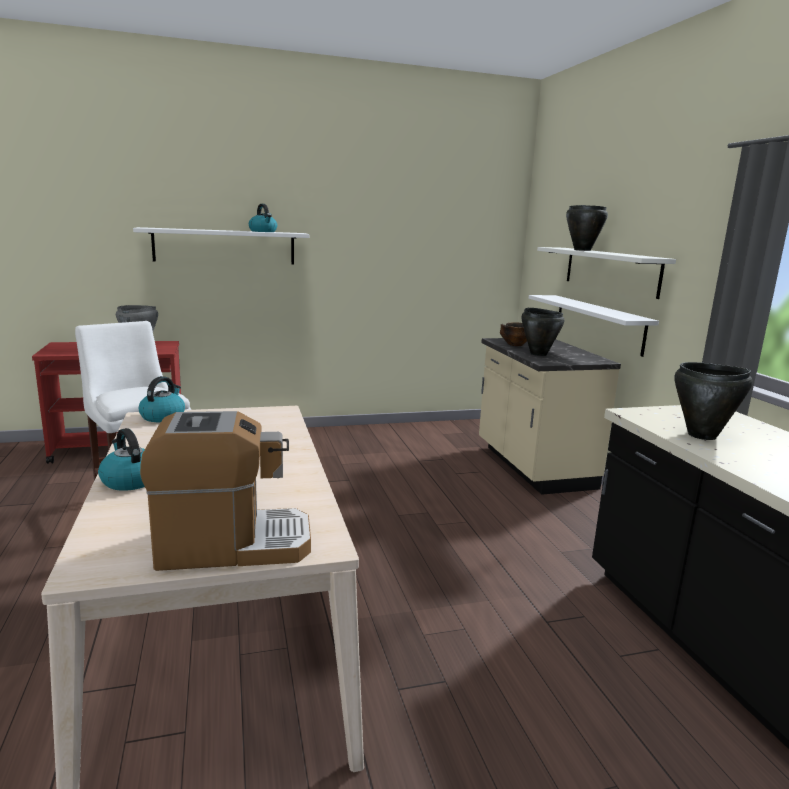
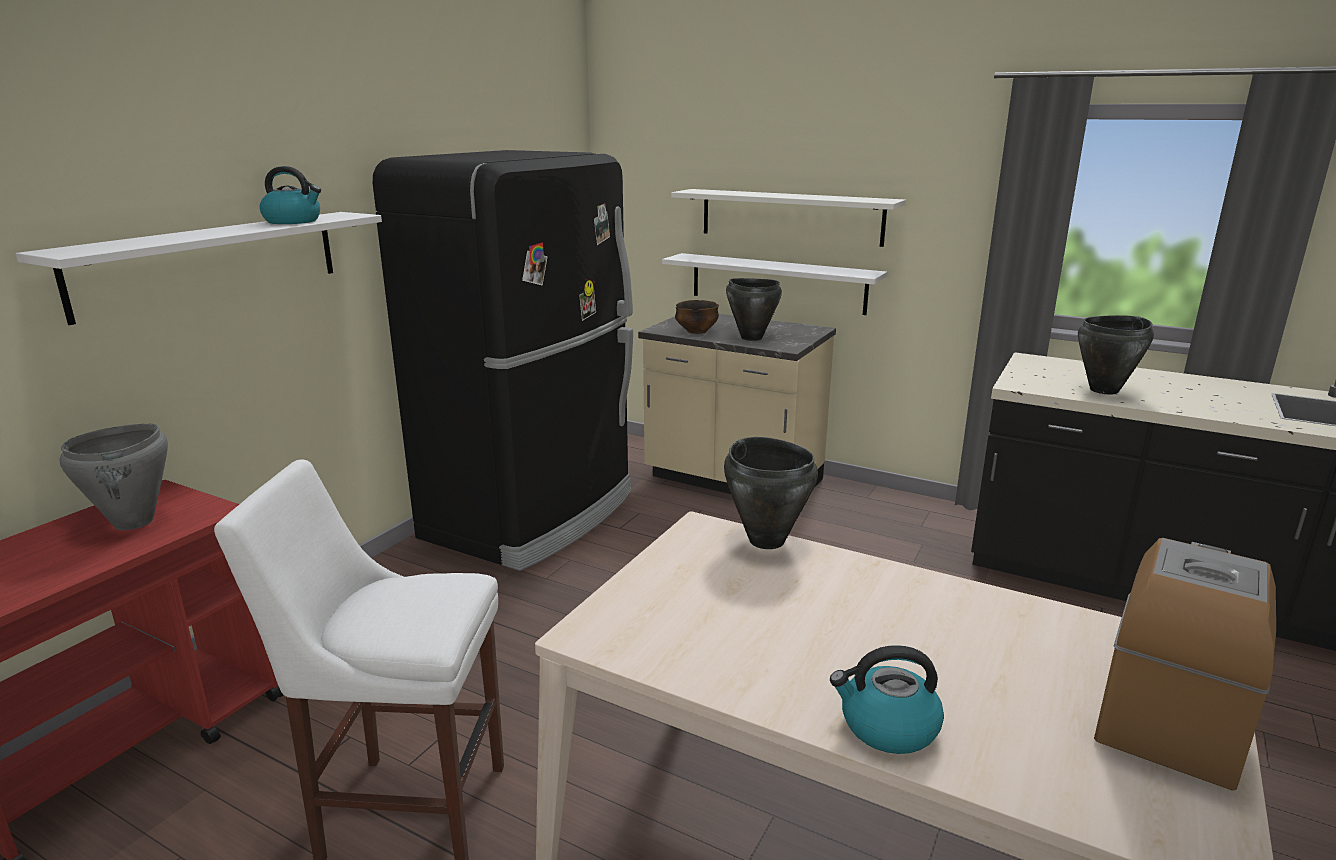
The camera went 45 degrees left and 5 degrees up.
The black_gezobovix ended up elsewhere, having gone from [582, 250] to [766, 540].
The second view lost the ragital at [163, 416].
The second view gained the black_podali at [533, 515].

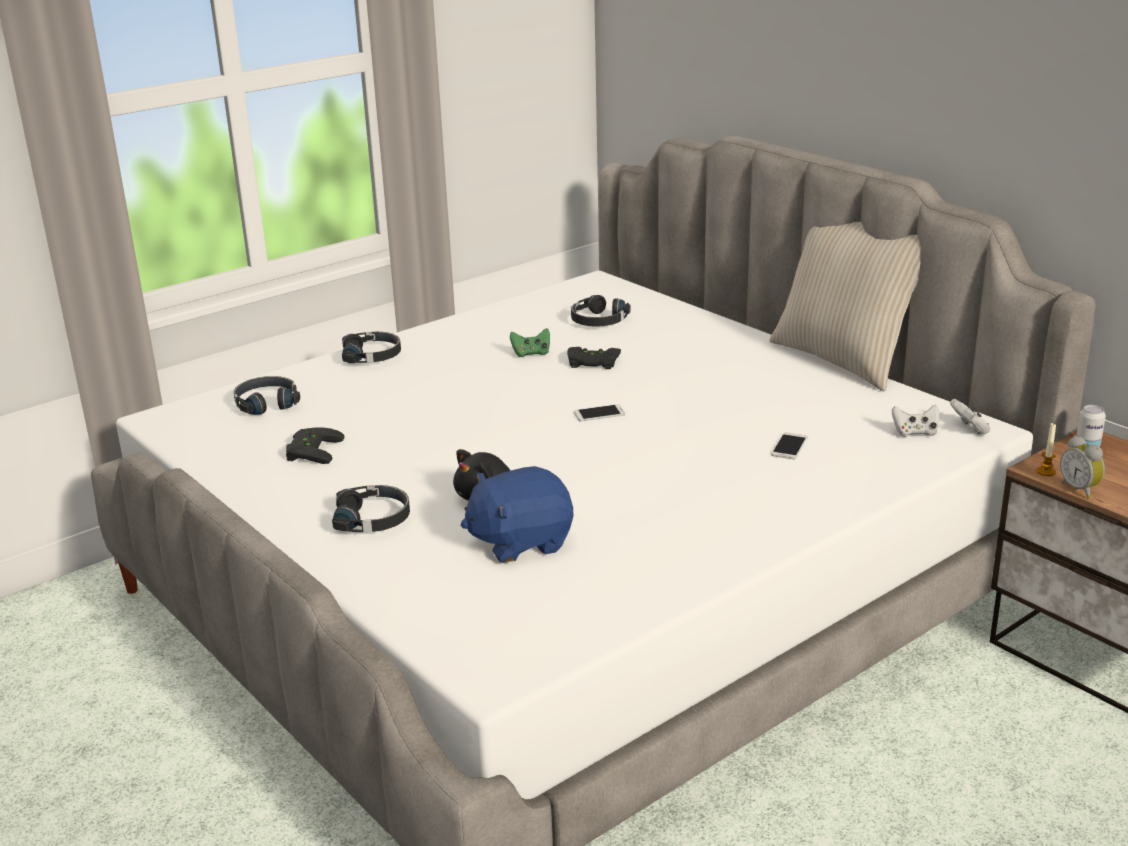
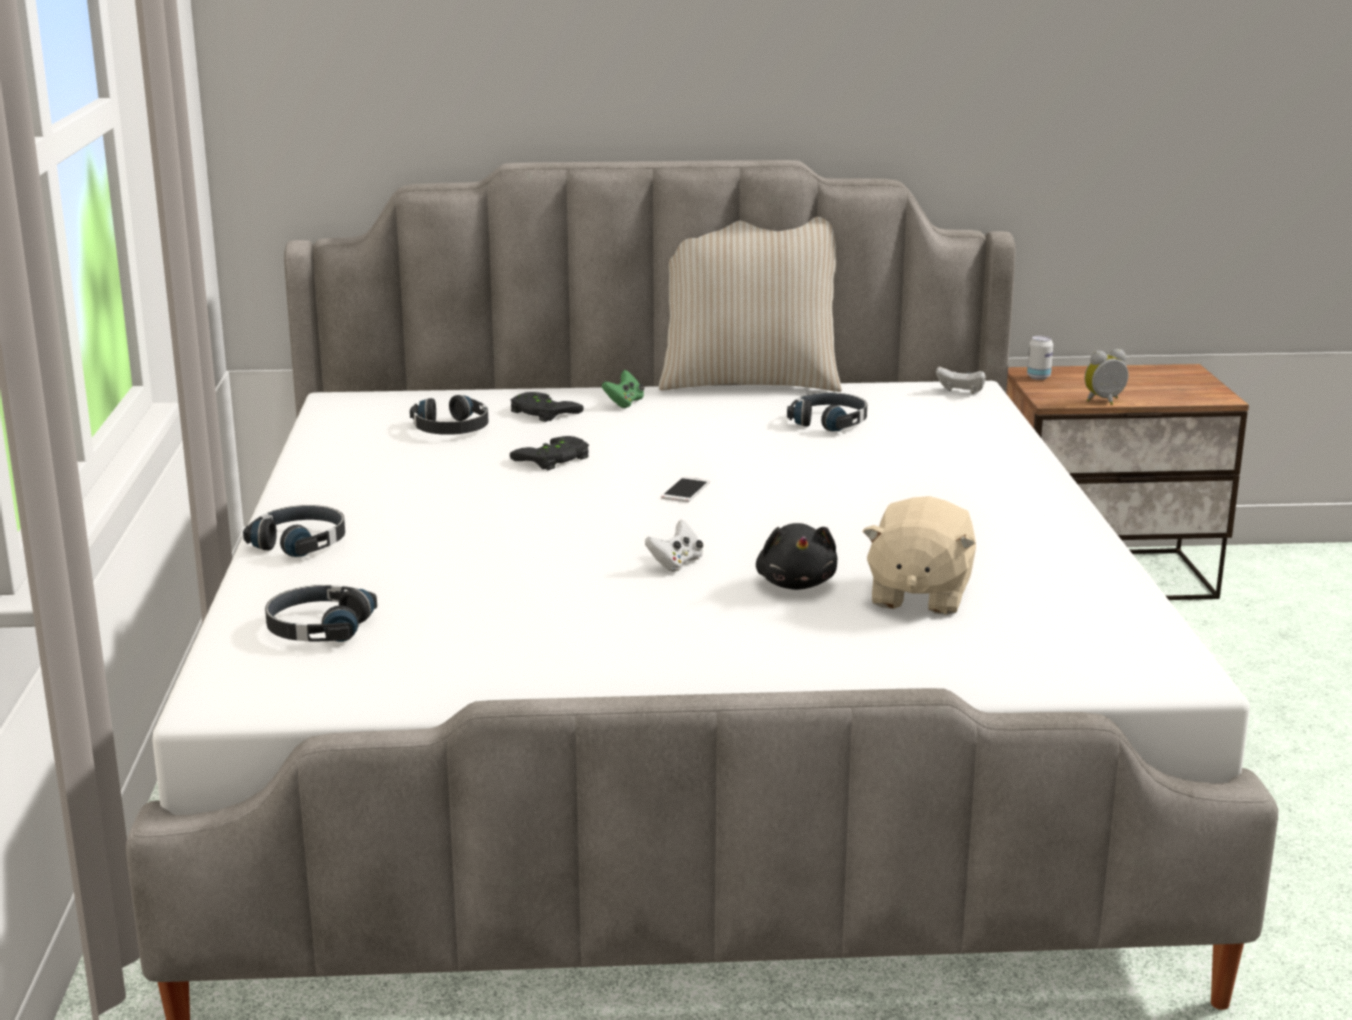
The camera went 55 degrees left and 5 degrees down.
The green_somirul ended up elsewhere, having gone from [531, 353] to [624, 403].
The white_somirul ended up elsewhere, having gone from [915, 433] to [676, 563].
The second view lost the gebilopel at [1046, 471].
The black_somirul ended up elsewhere, having gone from [310, 450] to [541, 412].
The second view lost the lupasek at [789, 446].
The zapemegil at [1080, 489] ended up facing another way, 150 degrees clockwise from before.
What was the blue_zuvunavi at [520, 542] turned into the beige_zuvunavi at [918, 595].
The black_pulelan ended up elsewhere, having gone from [373, 519] to [830, 421].

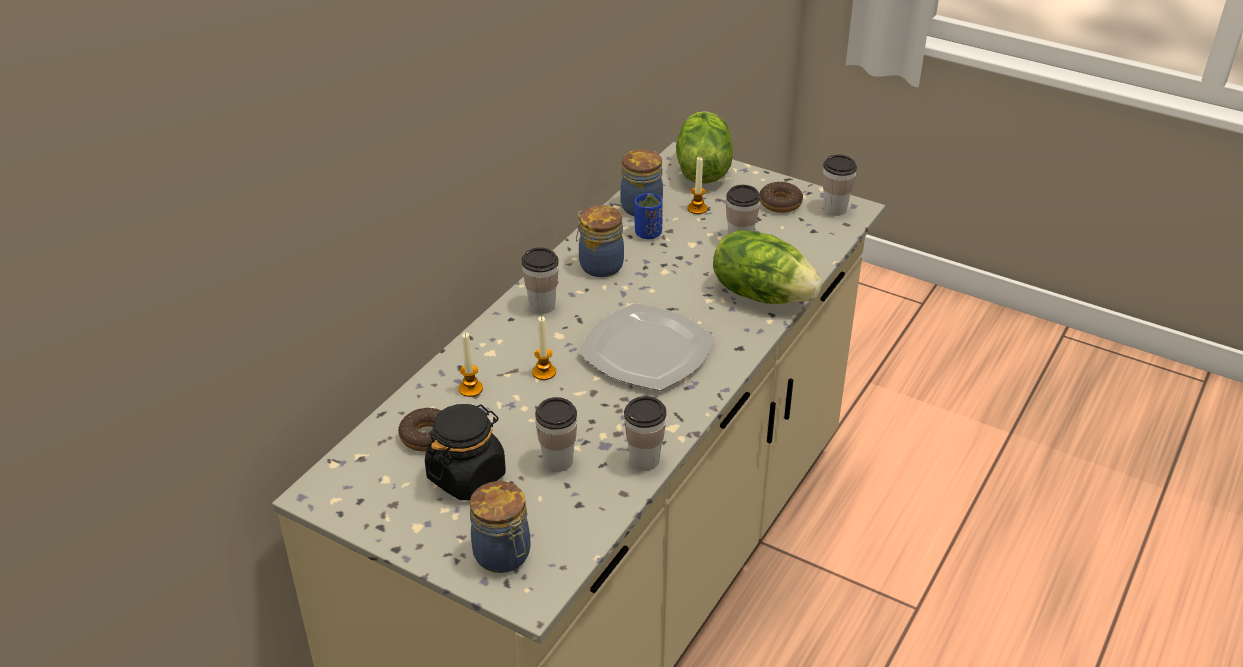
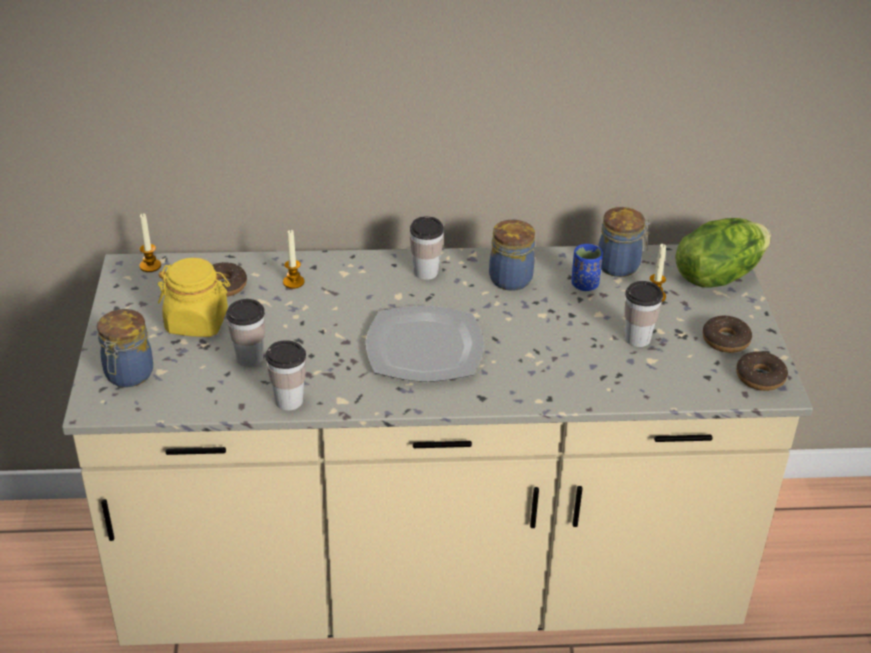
The camera went 55 degrees right and 0 degrees up.
Where the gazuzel stood at [834, 209], the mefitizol came to stand at [760, 377].
The second view lost the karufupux at [762, 294].
The gebilopel ended up elsewhere, having gone from [544, 372] to [150, 266].
What was the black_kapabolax at [467, 476] turned into the yellow_kapabolax at [197, 322].

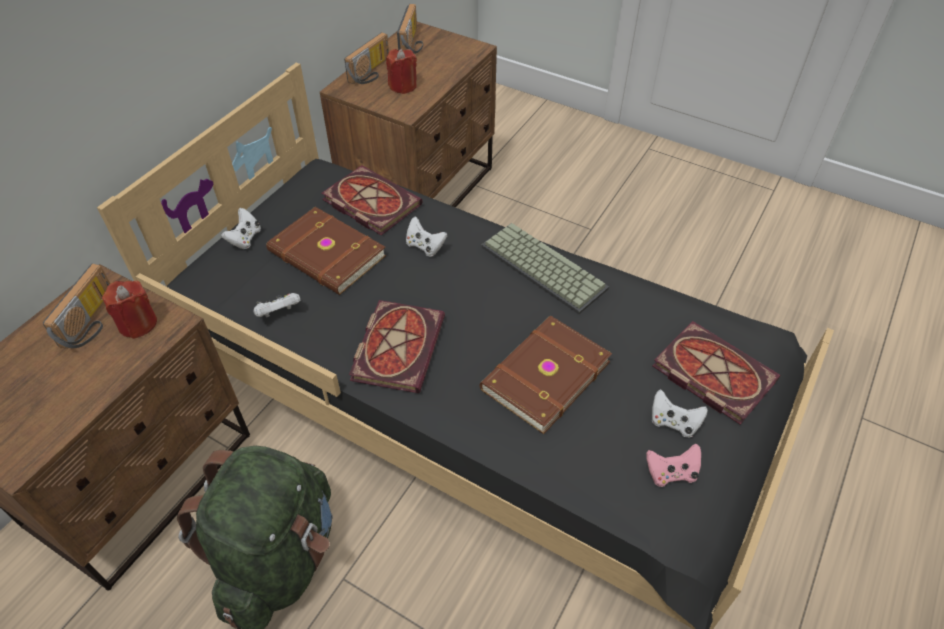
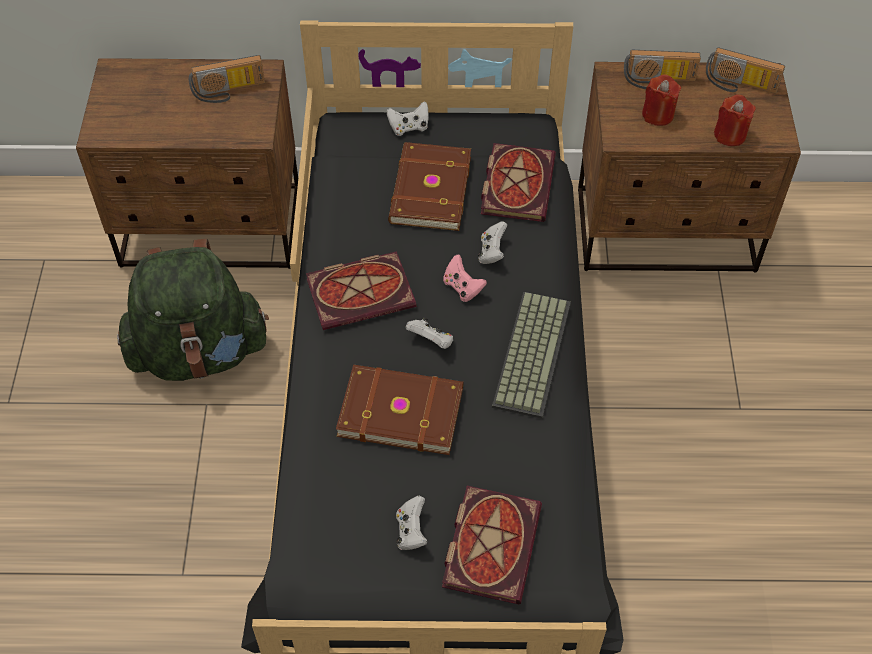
The camera went 60 degrees right and 5 degrees up.
The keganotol at [413, 42] ended up facing another way, 45 degrees clockwise from before.
The red_gebilopel ended up elsewhere, having gone from [138, 323] to [730, 135].
The white_somirul ended up elsewhere, having gone from [279, 313] to [431, 341].
The pink_somirul ended up elsewhere, having gone from [671, 473] to [462, 287].

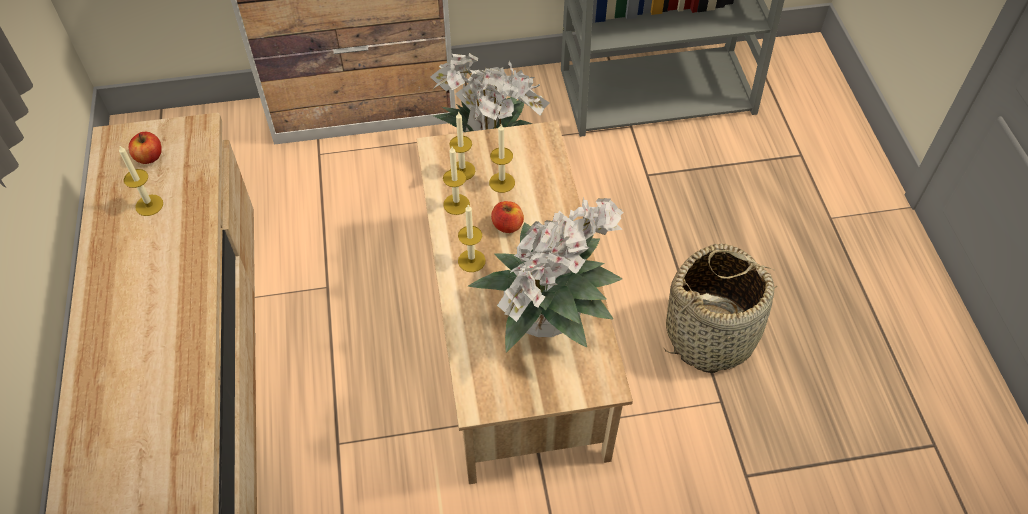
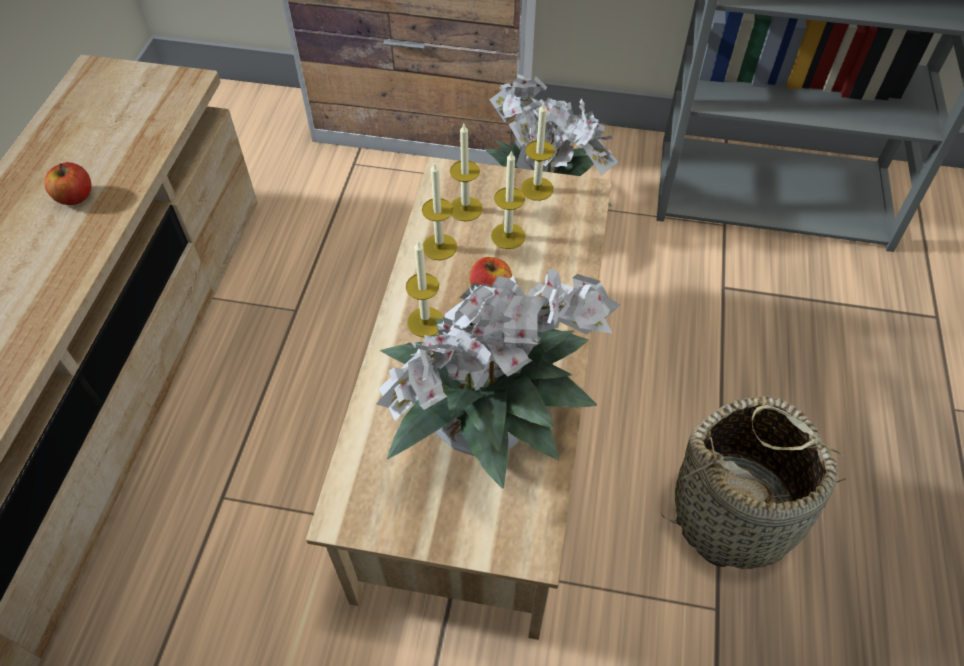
The camera went 20 degrees right and 0 degrees up.
The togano ended up elsewhere, having gone from [149, 157] to [75, 197].
The gebilopel ended up elsewhere, having gone from [149, 205] to [537, 188].

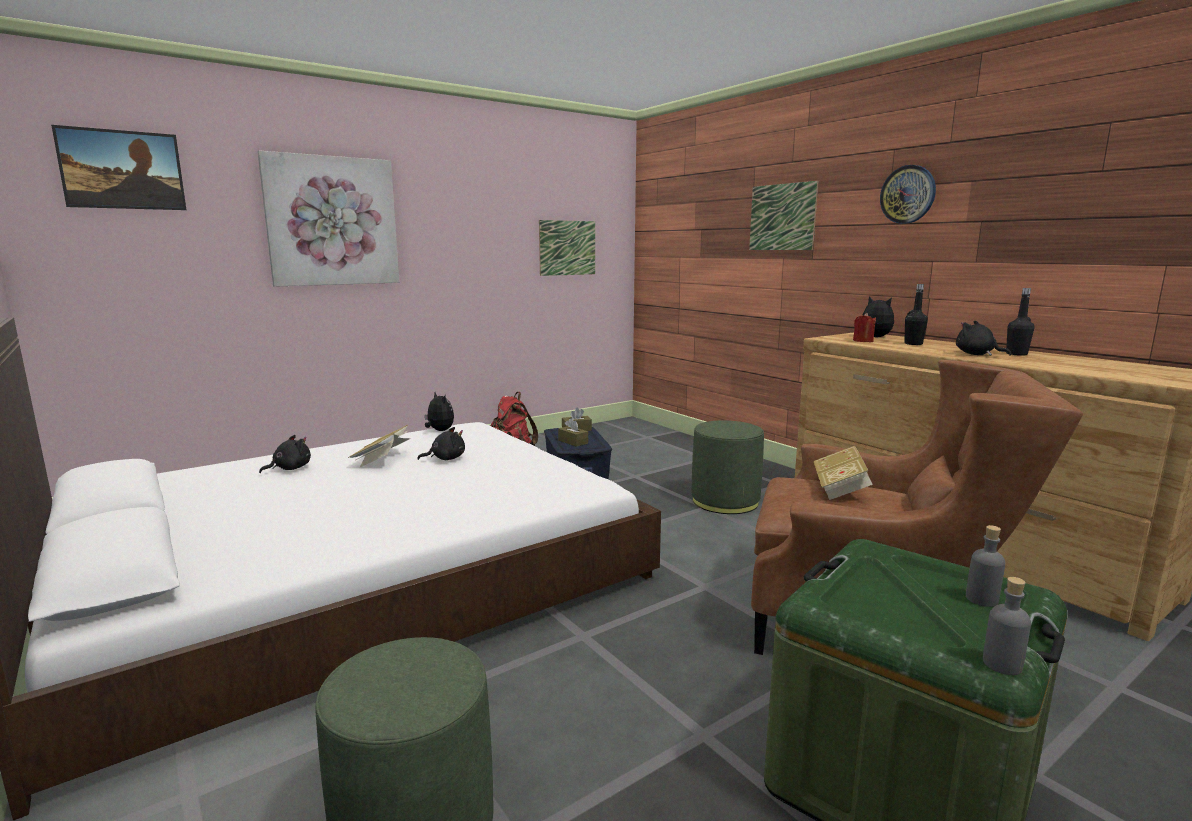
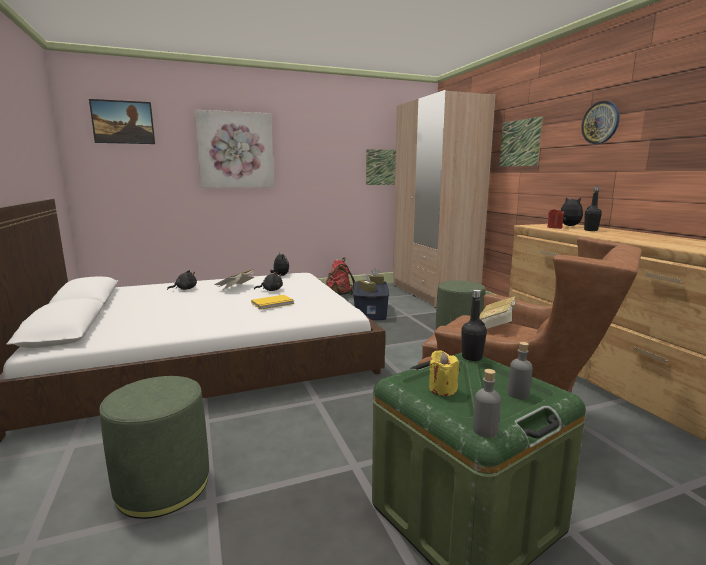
The camera went 15 degrees right and 0 degrees up.
The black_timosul ended up elsewhere, having gone from [1016, 354] to [472, 357].
The second view lost the black_zuvunavi at [977, 355].
The second view gained the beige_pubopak at [433, 293].
The second view gained the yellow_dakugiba at [273, 304].
The second view gained the yellow_gebilopel at [442, 389].

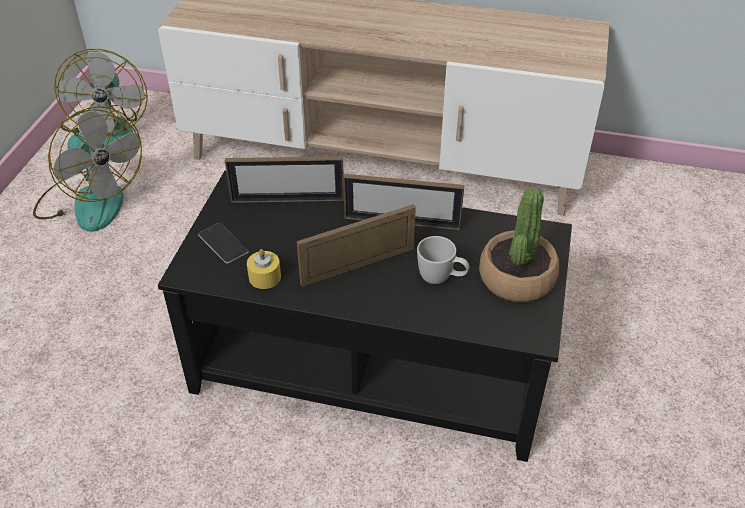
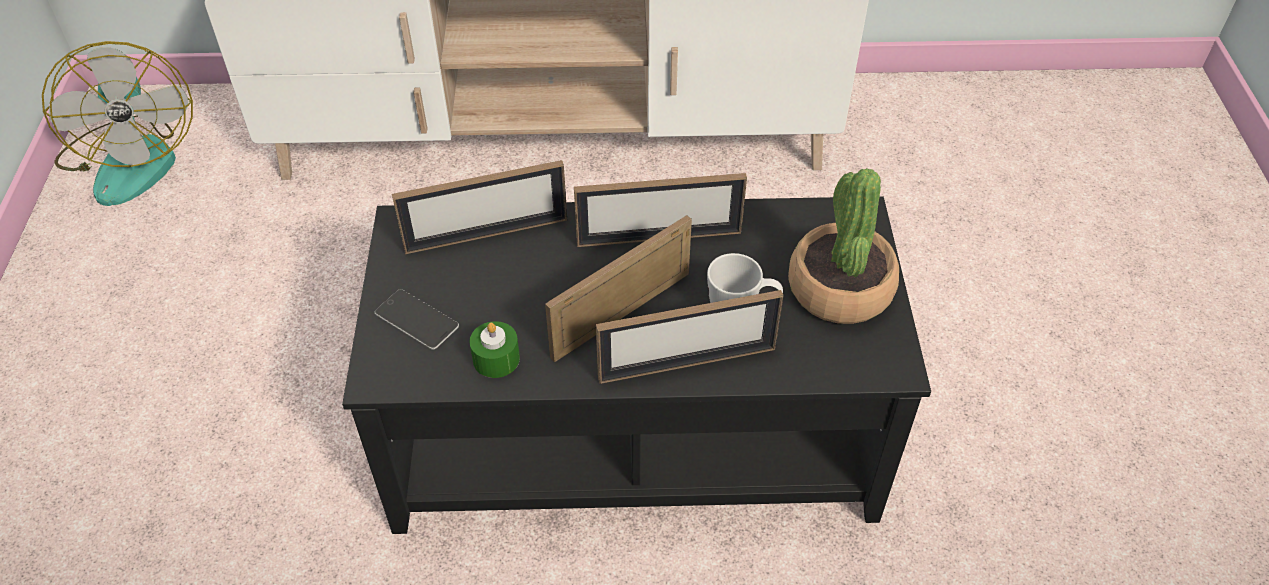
The camera went 15 degrees left and 5 degrees up.
The second view lost the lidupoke at [90, 199].
What was the yellow_gebilopel at [264, 277] turned into the green_gebilopel at [496, 359].
The second view gained the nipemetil at [687, 363].

